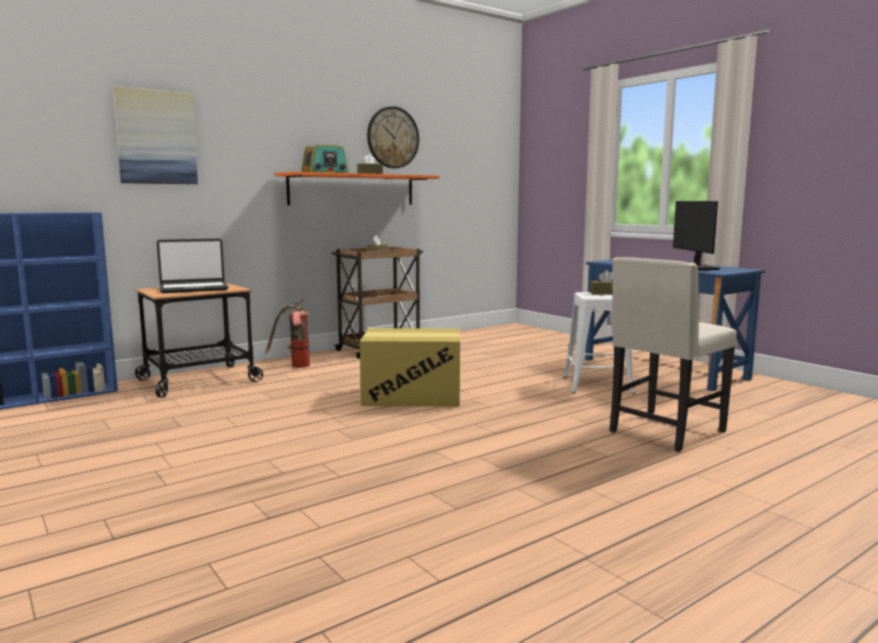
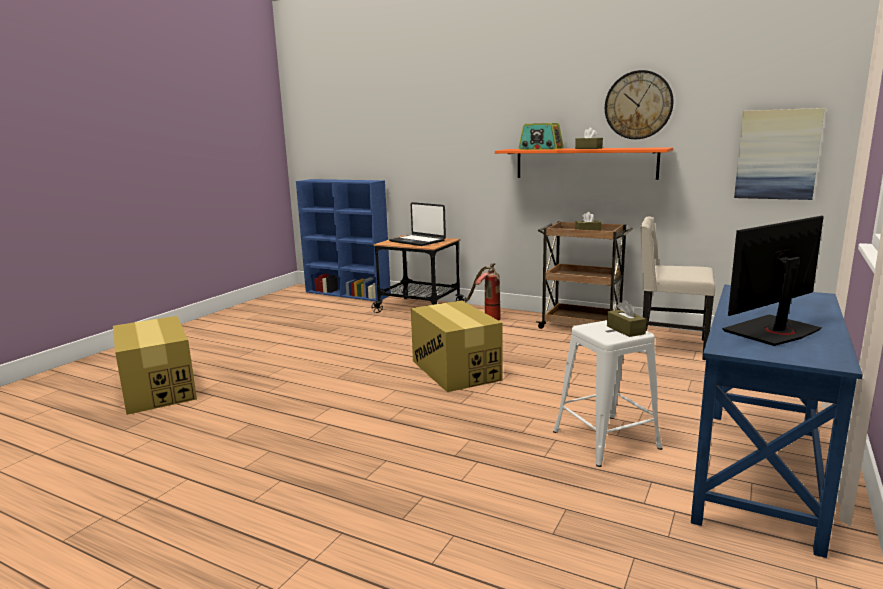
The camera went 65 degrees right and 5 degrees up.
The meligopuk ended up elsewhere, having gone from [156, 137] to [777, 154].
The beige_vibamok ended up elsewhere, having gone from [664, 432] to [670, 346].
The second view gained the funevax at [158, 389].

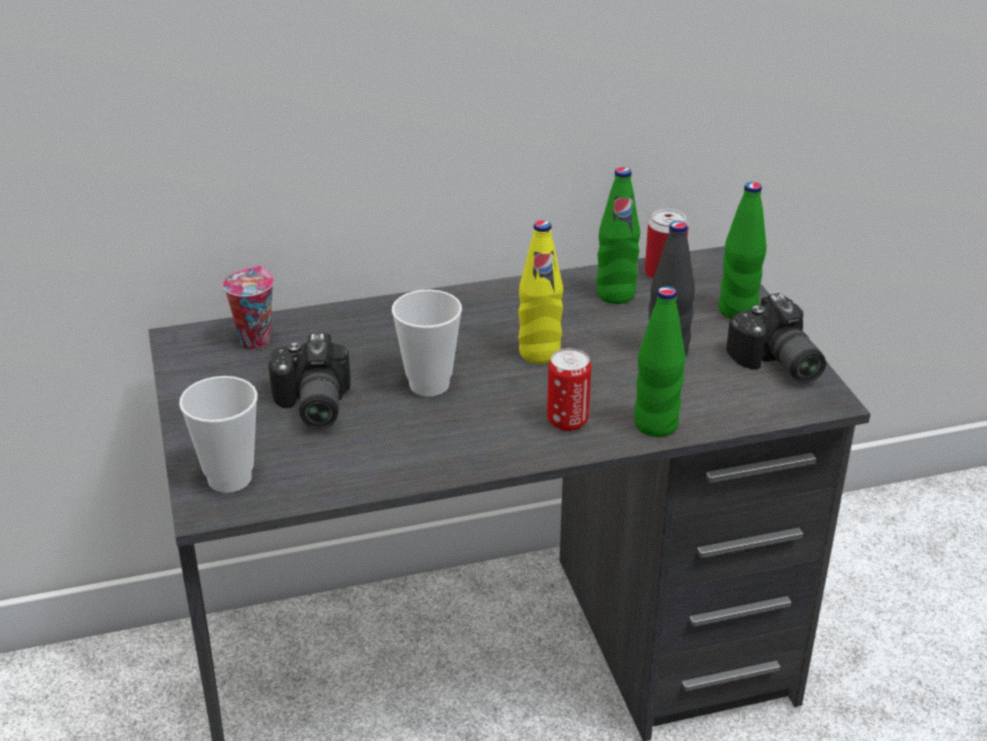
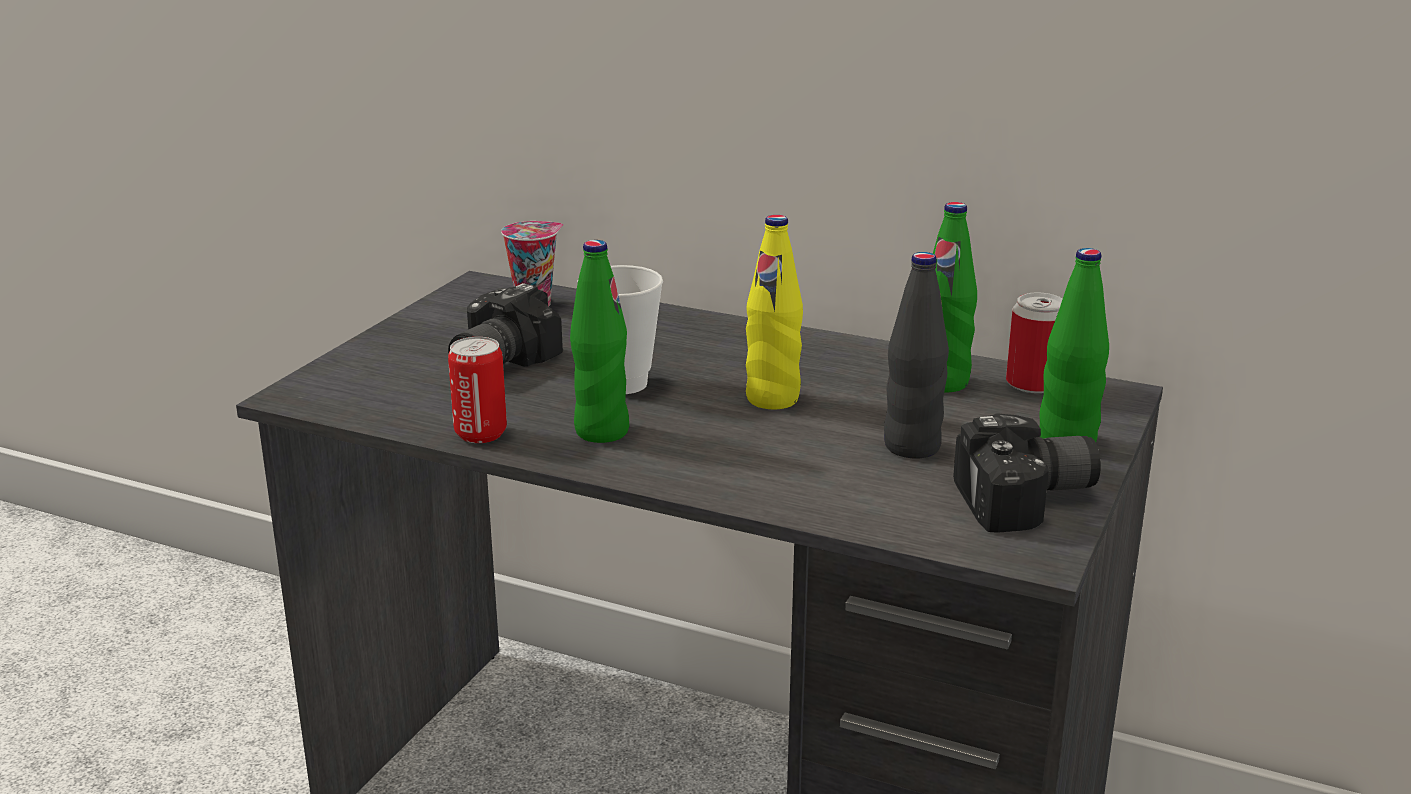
The camera went 40 degrees right and 10 degrees down.
The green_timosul ended up elsewhere, having gone from [655, 425] to [601, 431].
The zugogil at [776, 364] ended up facing another way, 120 degrees counterclockwise from before.
The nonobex ended up elsewhere, having gone from [567, 421] to [480, 434].
The second view lost the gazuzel at [229, 478].

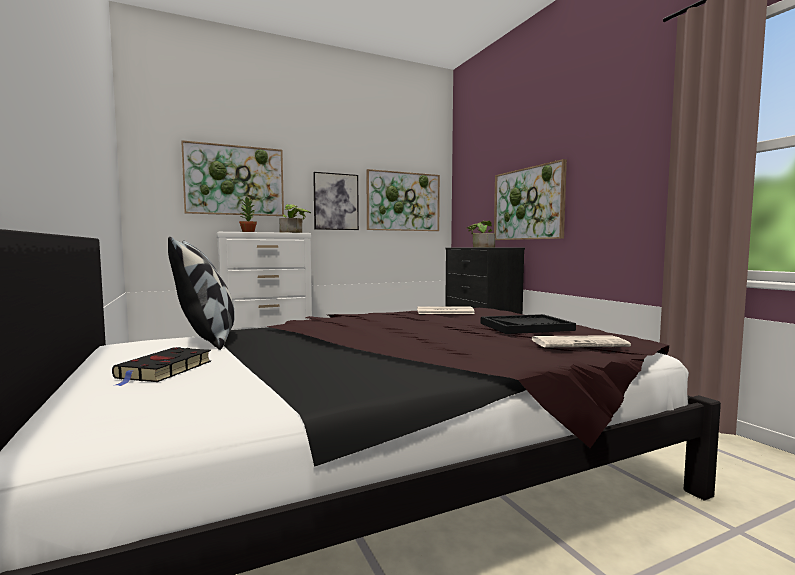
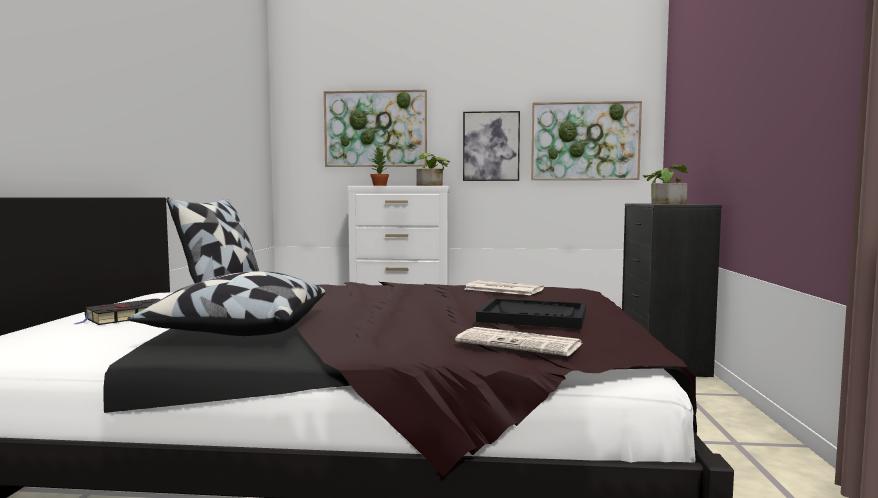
The camera went 30 degrees right and 0 degrees up.
The second view lost the meligopuk at [528, 204].
The second view gained the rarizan at [238, 331].

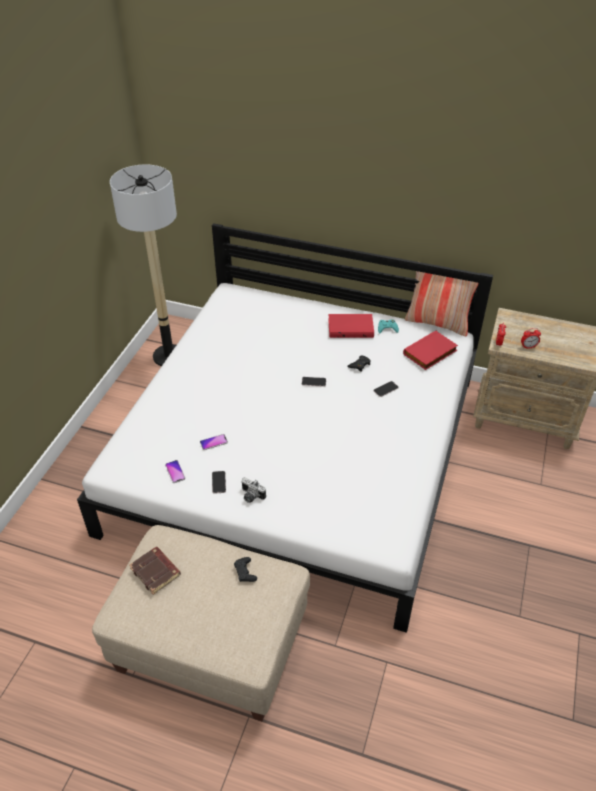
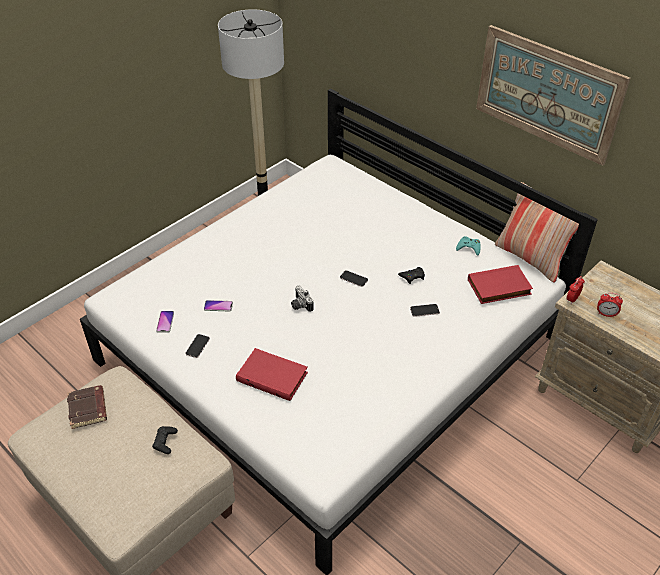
The camera went 25 degrees right and 0 degrees up.
The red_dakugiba ended up elsewhere, having gone from [351, 327] to [273, 376].
The zugogil ended up elsewhere, having gone from [251, 496] to [300, 305].
The second view gained the meligopuk at [547, 94].

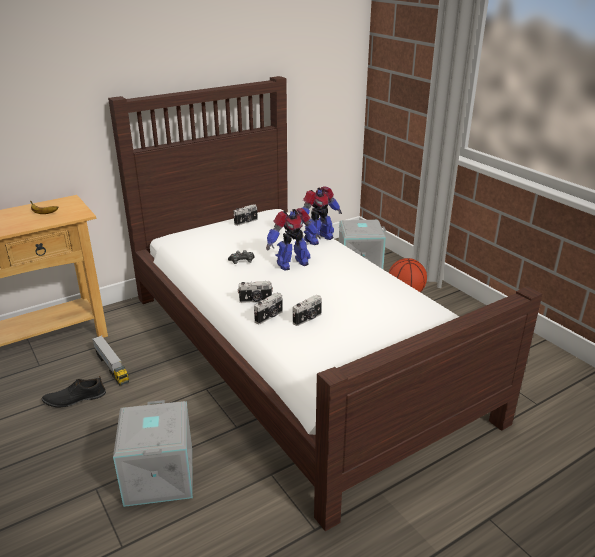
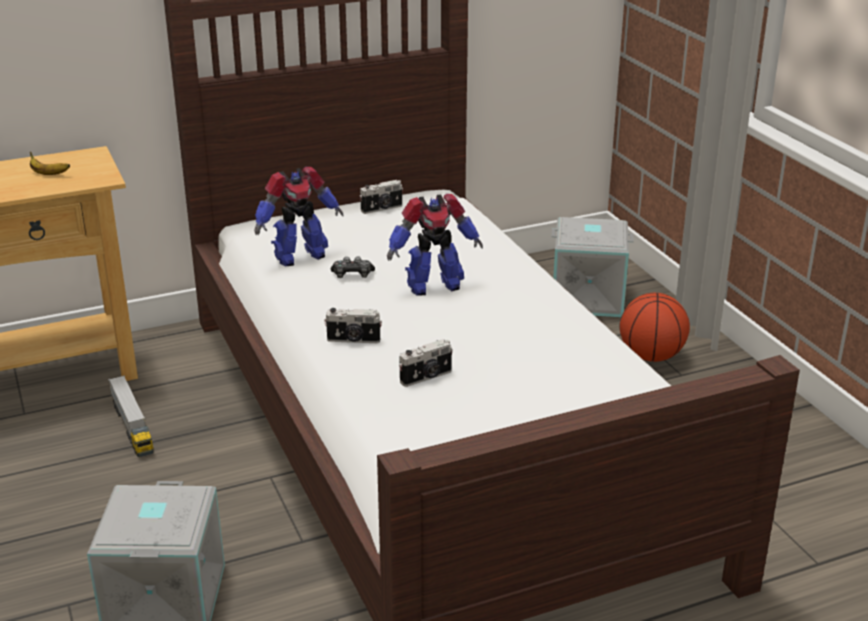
The camera went 10 degrees right and 0 degrees up.
The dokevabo ended up elsewhere, having gone from [317, 239] to [298, 256].
The second view lost the zugogil at [269, 317].
The second view lost the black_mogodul at [75, 398].

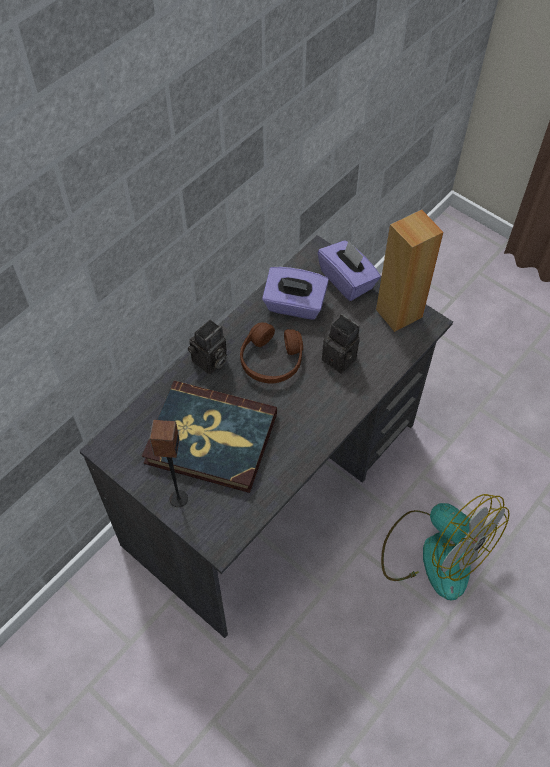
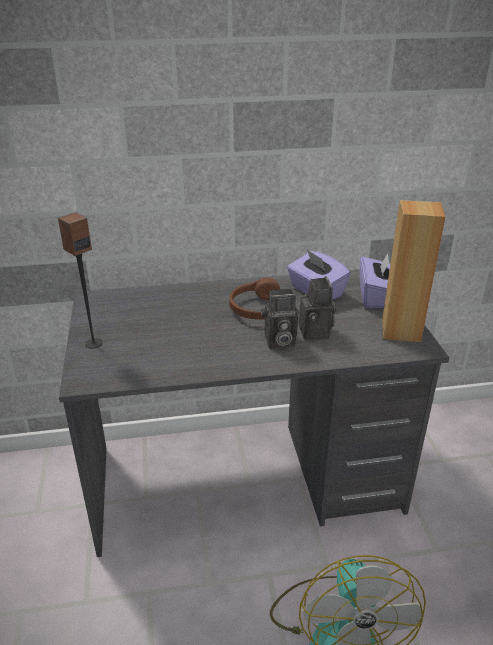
The camera went 40 degrees right and 25 degrees down.
The zugogil ended up elsewhere, having gone from [210, 362] to [278, 342].
The second view lost the dakugiba at [211, 439].

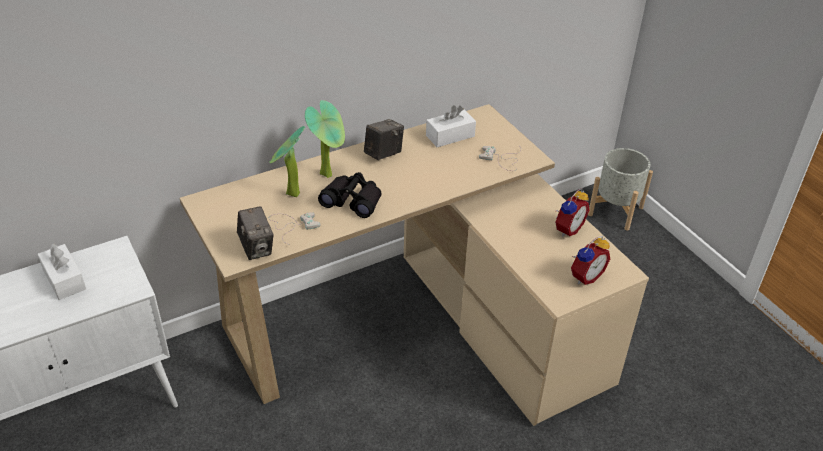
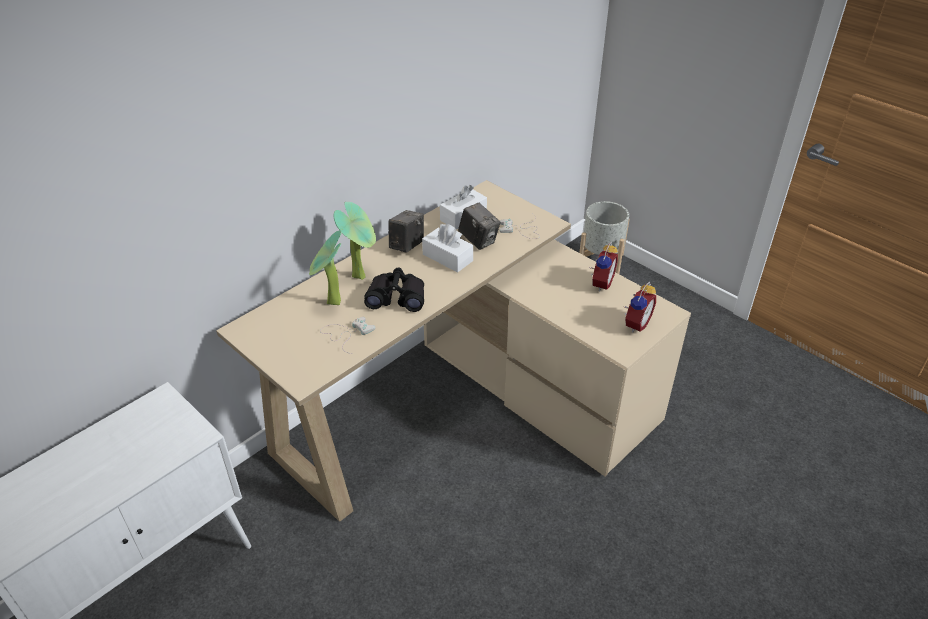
The camera went 15 degrees left and 0 degrees up.
The zugogil ended up elsewhere, having gone from [256, 248] to [478, 240].
The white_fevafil ended up elsewhere, having gone from [64, 279] to [447, 257].

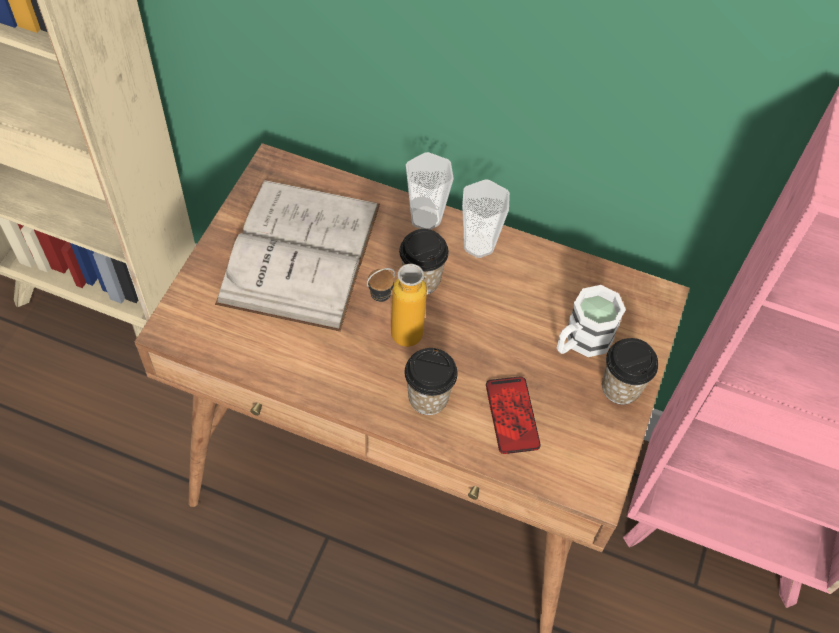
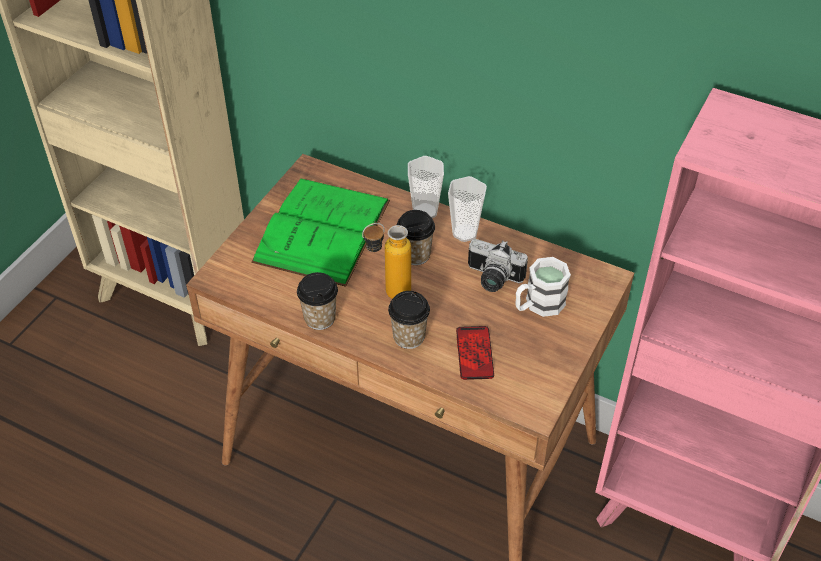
The camera went 10 degrees right and 10 degrees down.
What was the white_dakugiba at [300, 253] turned into the green_dakugiba at [322, 231].
The gazuzel ended up elsewhere, having gone from [620, 388] to [320, 318].
The second view gained the zugogil at [492, 279].

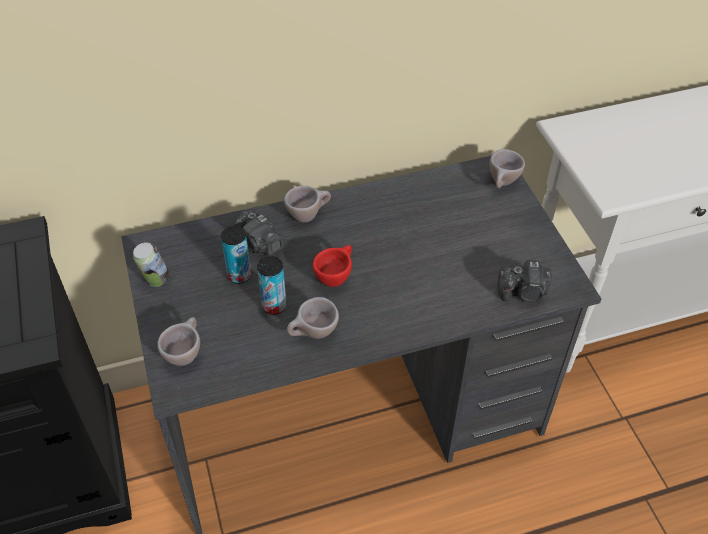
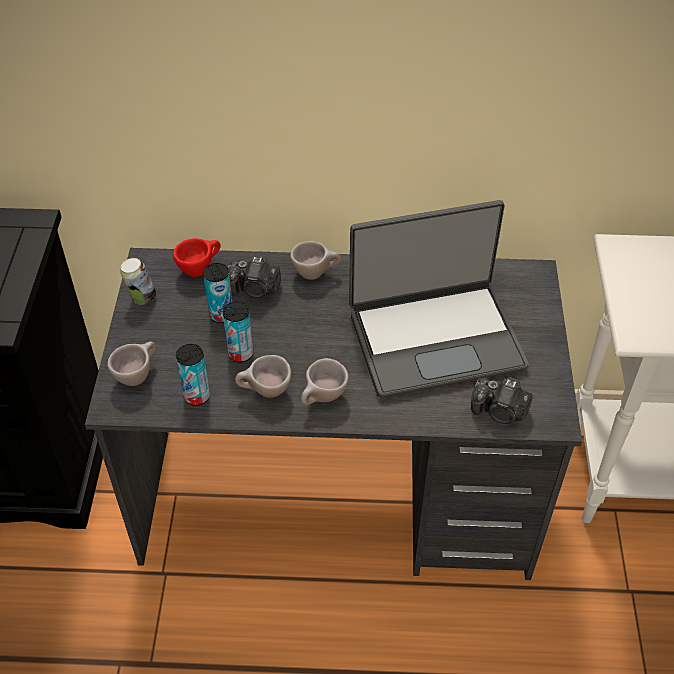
The camera went 20 degrees right and 0 degrees up.
The beige_gazuzel ended up elsewhere, having gone from [502, 184] to [322, 399].
The zugogil at [260, 244] ended up facing another way, 60 degrees counterclockwise from before.
The red_gazuzel ended up elsewhere, having gone from [335, 277] to [200, 269].
The second view gained the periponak at [435, 338].
The second view gained the nonobex at [197, 396].

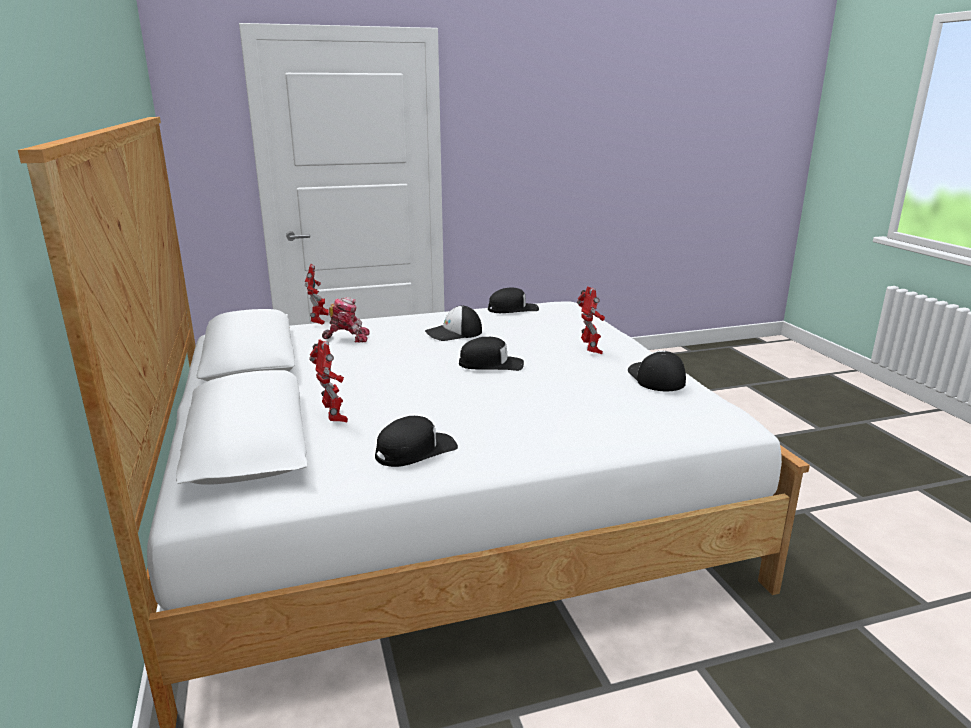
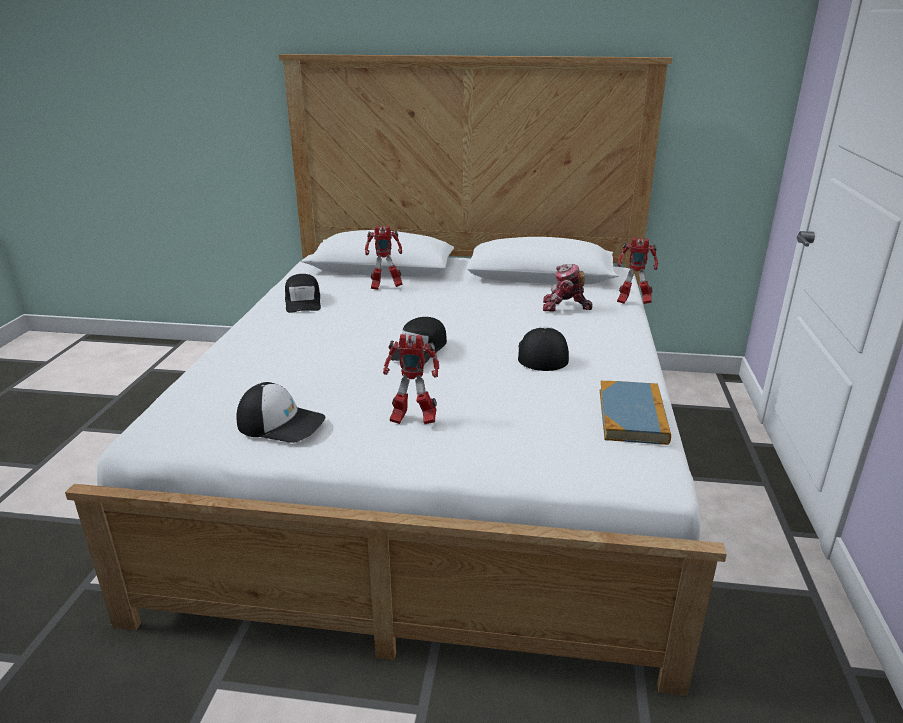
The camera went 115 degrees right and 5 degrees up.
Where the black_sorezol stood at [513, 309], the dakugiba came to stand at [632, 416].
The dokevabo at [347, 337] ended up facing another way, 75 degrees clockwise from before.

